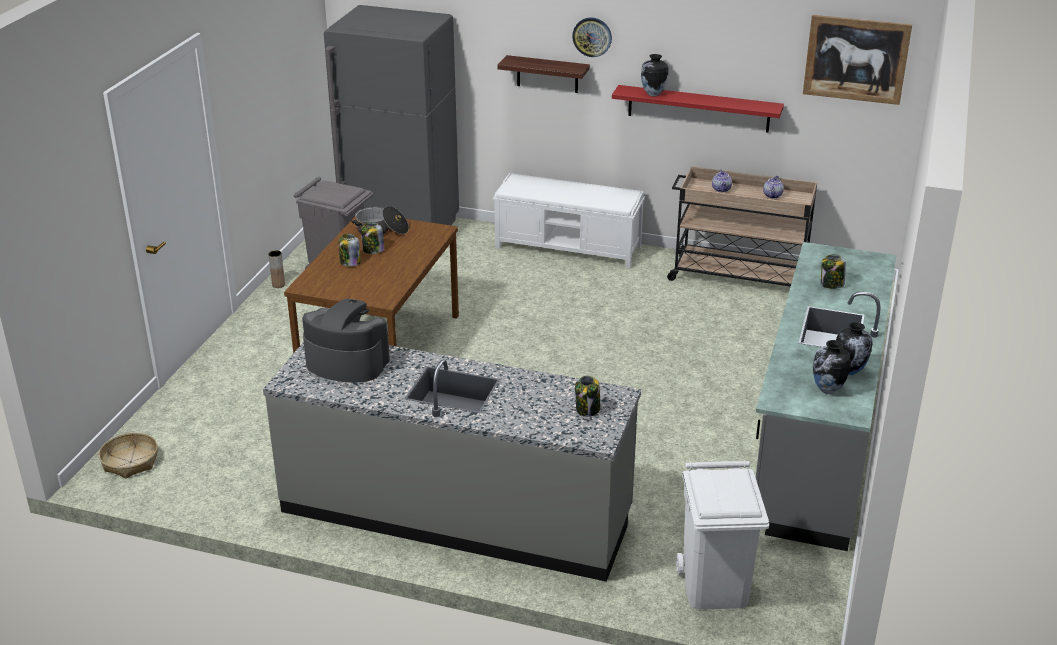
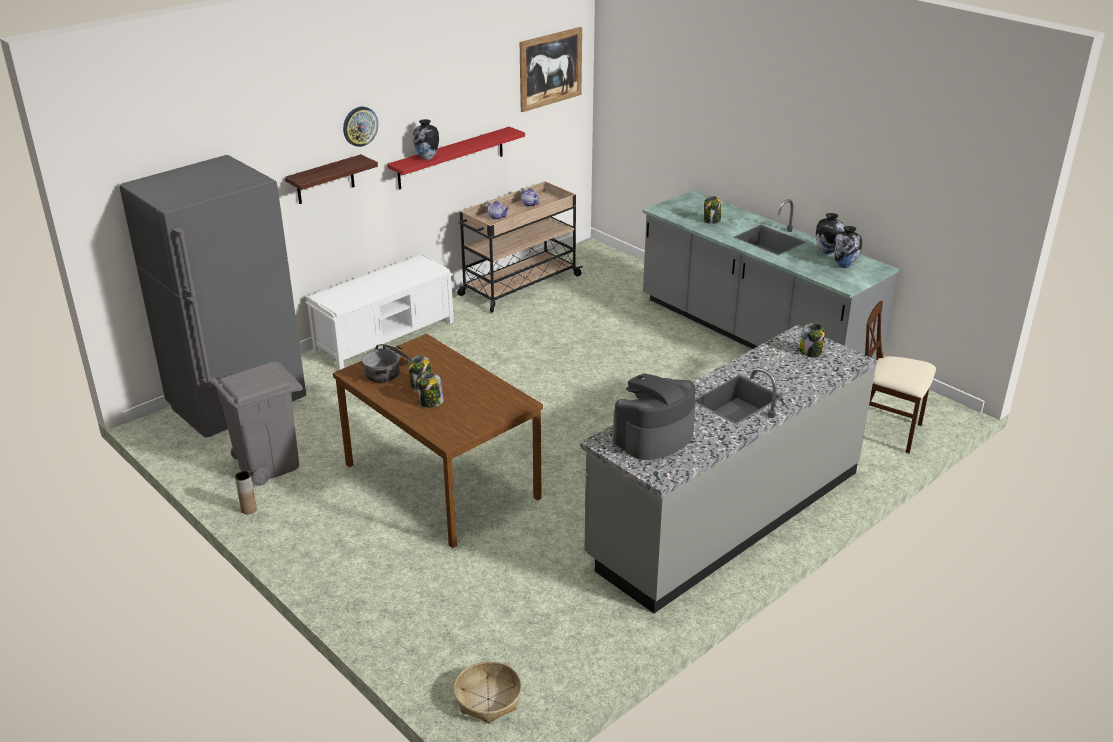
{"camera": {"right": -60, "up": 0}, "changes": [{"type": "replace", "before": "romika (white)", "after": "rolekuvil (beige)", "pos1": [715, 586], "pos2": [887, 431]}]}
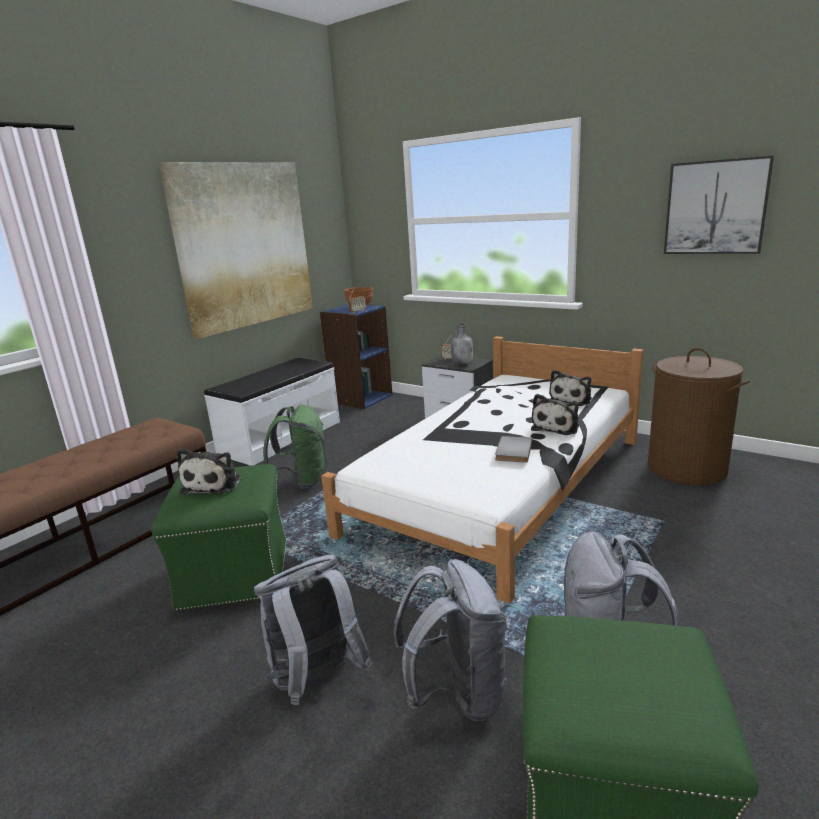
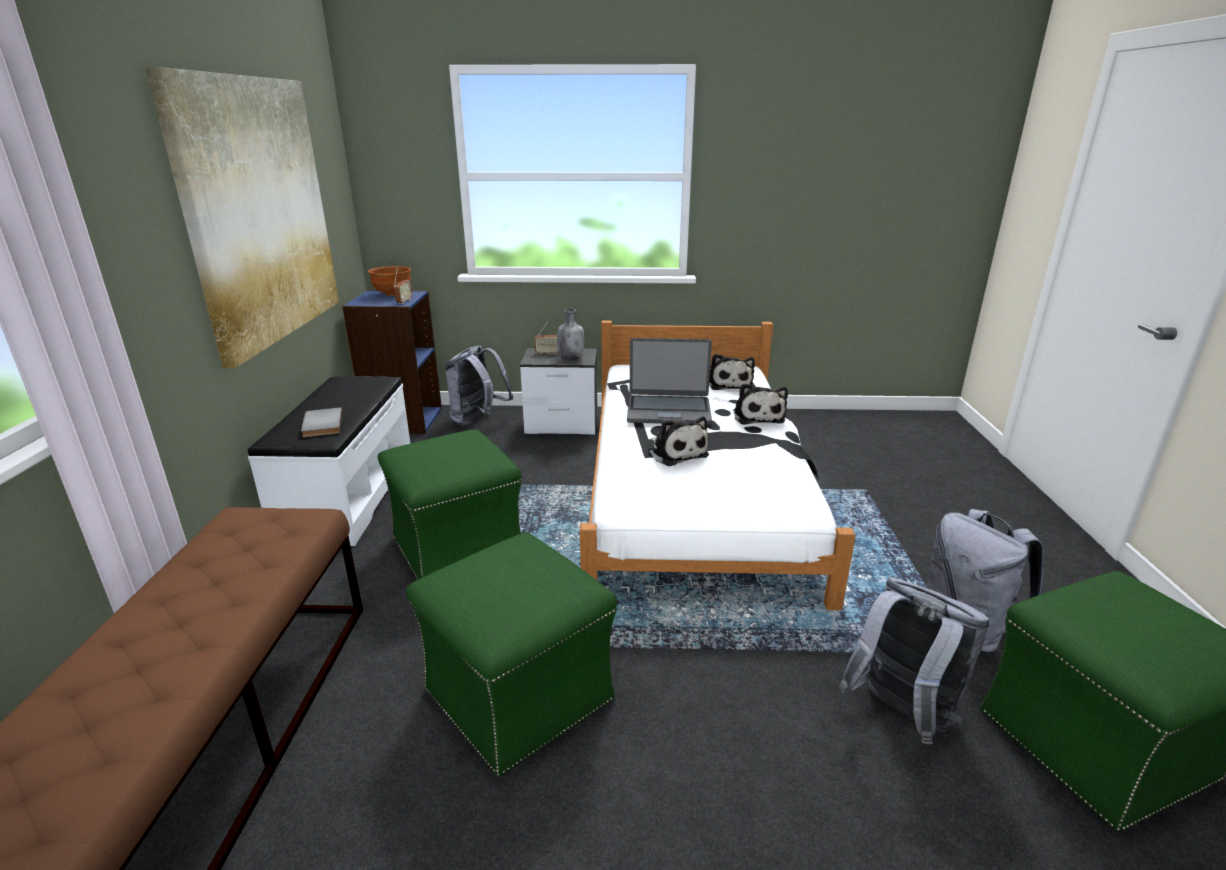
{"camera": {"right": -35, "up": 5}, "changes": [{"type": "move", "before": "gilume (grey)", "pos1": [512, 451], "pos2": [321, 425]}, {"type": "replace", "before": "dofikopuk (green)", "after": "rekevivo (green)", "pos1": [302, 480], "pos2": [456, 545]}, {"type": "move", "before": "dofikopuk (grey)", "pos1": [317, 681], "pos2": [478, 420]}, {"type": "insert", "after": "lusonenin", "pos2": [668, 411]}, {"type": "move", "before": "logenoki", "pos1": [214, 484], "pos2": [676, 452]}, {"type": "delete", "before": "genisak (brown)", "pos1": [687, 468]}, {"type": "delete", "before": "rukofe", "pos1": [715, 207]}]}
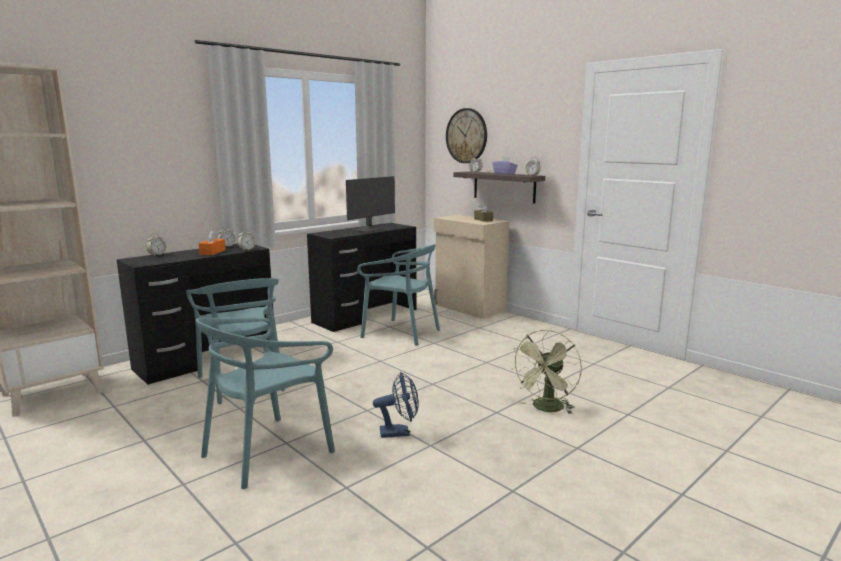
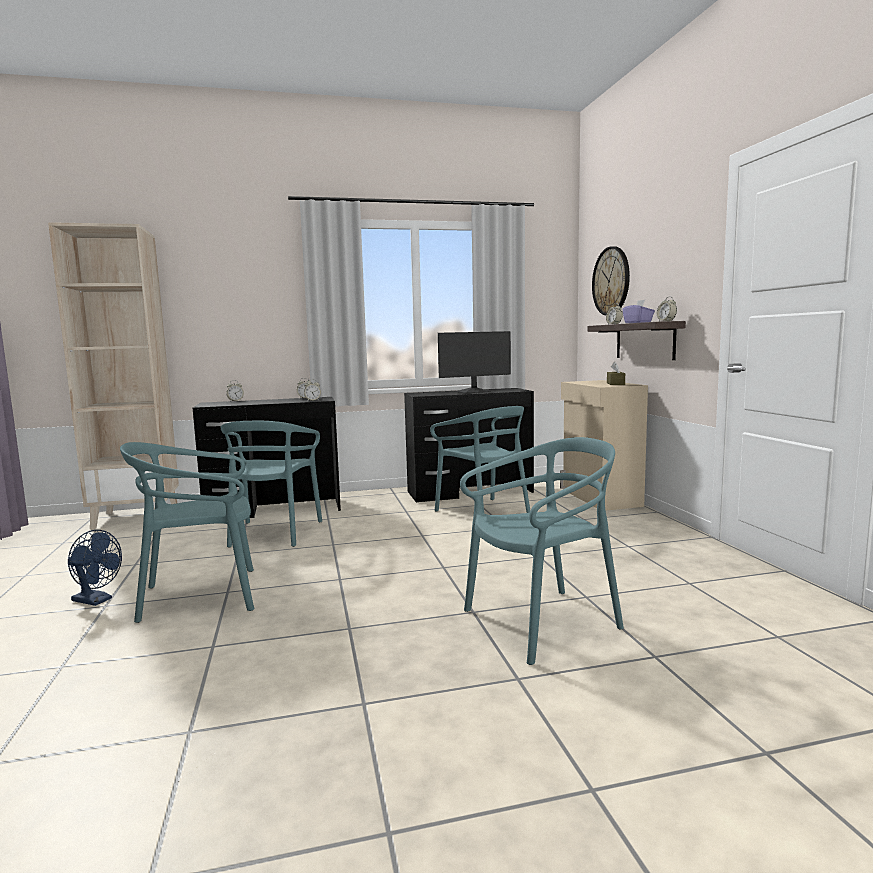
{"camera": {"right": 30, "up": -5}, "changes": [{"type": "move", "before": "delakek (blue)", "pos1": [399, 432], "pos2": [96, 600]}, {"type": "replace", "before": "delakek (green)", "after": "rolekuvil (turquoise)", "pos1": [546, 409], "pos2": [542, 622]}, {"type": "delete", "before": "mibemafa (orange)", "pos1": [212, 252]}]}
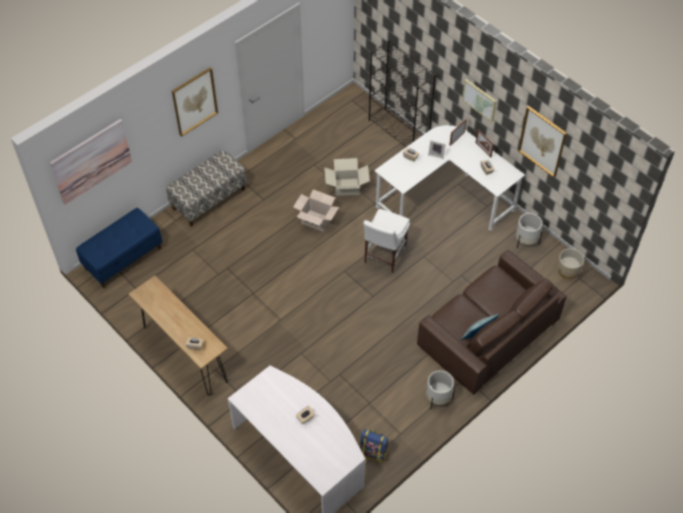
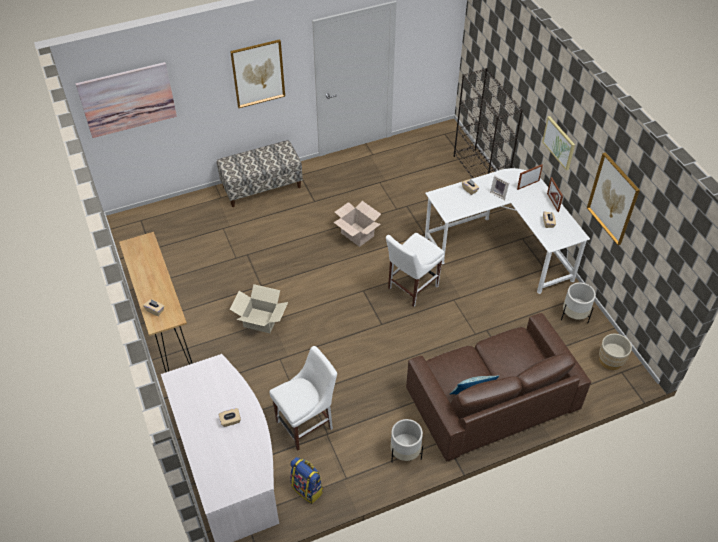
{"camera": {"right": 20, "up": -5}, "changes": [{"type": "move", "before": "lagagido", "pos1": [346, 187], "pos2": [261, 320]}, {"type": "insert", "after": "rolekuvil (white)", "pos2": [307, 424]}, {"type": "delete", "before": "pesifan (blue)", "pos1": [123, 258]}]}
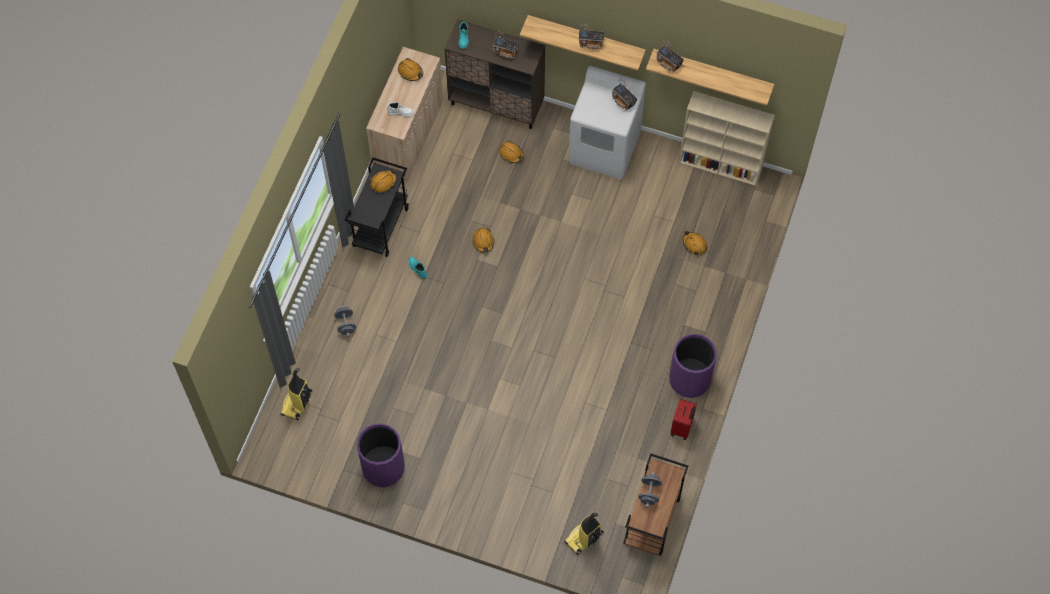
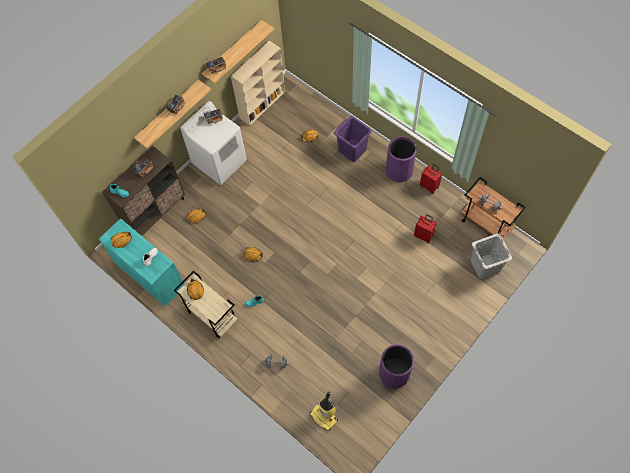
{"camera": {"right": -65, "up": 0}, "changes": [{"type": "recolor", "before": "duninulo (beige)", "after": "duninulo (turquoise)", "pos1": [408, 135], "pos2": [150, 275]}, {"type": "recolor", "before": "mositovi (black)", "after": "mositovi (beige)", "pos1": [380, 226], "pos2": [211, 315]}, {"type": "insert", "after": "genisak (purple)", "pos2": [352, 151]}, {"type": "insert", "after": "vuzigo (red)", "pos2": [424, 235]}, {"type": "replace", "before": "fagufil", "after": "genisak (grey)", "pos1": [584, 538], "pos2": [485, 266]}]}
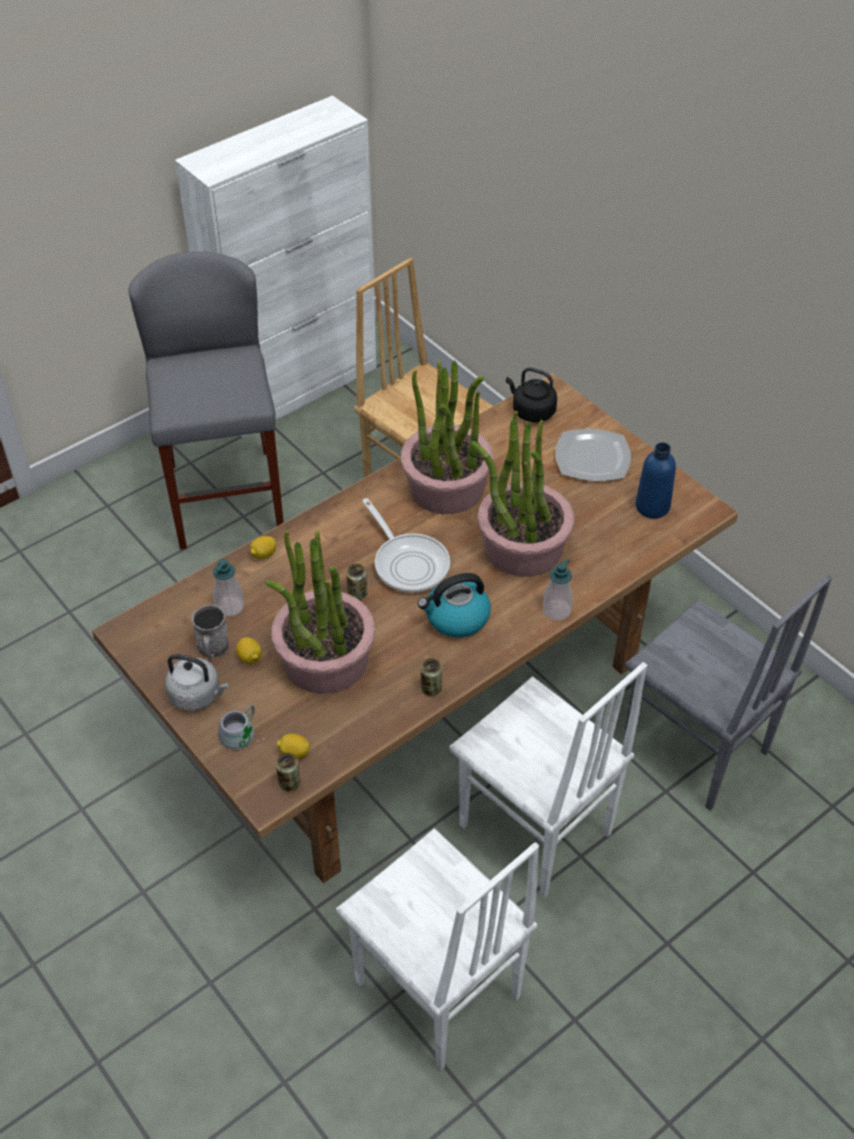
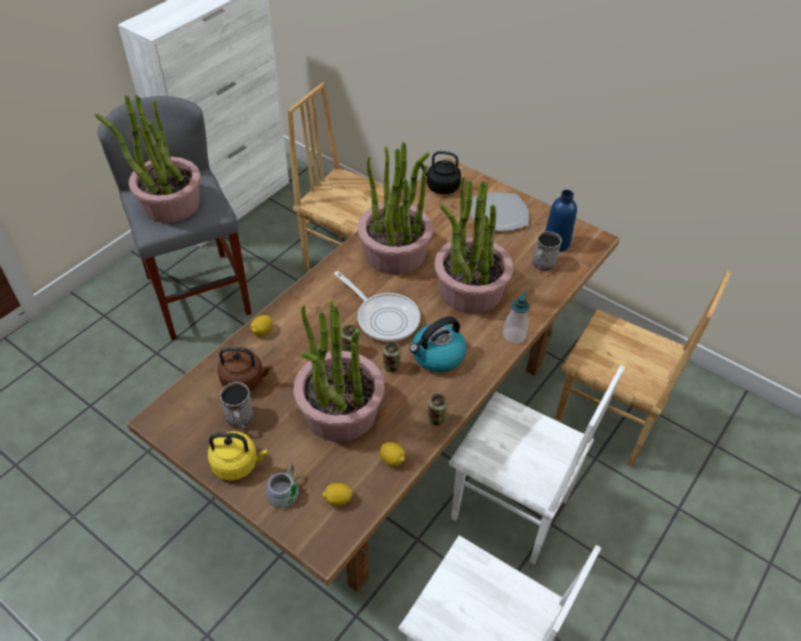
{"camera": {"right": -15, "up": 0}, "changes": [{"type": "insert", "after": "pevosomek", "pos2": [170, 204]}, {"type": "recolor", "before": "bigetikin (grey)", "after": "bigetikin (yellow)", "pos1": [197, 695], "pos2": [237, 464]}, {"type": "replace", "before": "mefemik", "after": "bigetikin (brown)", "pos1": [229, 606], "pos2": [245, 380]}, {"type": "move", "before": "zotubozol", "pos1": [249, 658], "pos2": [392, 459]}, {"type": "move", "before": "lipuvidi", "pos1": [289, 783], "pos2": [391, 366]}, {"type": "insert", "after": "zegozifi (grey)", "pos2": [542, 265]}, {"type": "recolor", "before": "rolekuvil (grey)", "after": "rolekuvil (brown)", "pos1": [694, 750], "pos2": [605, 423]}]}
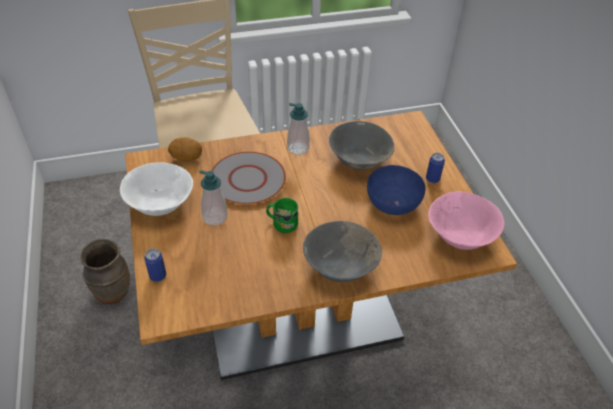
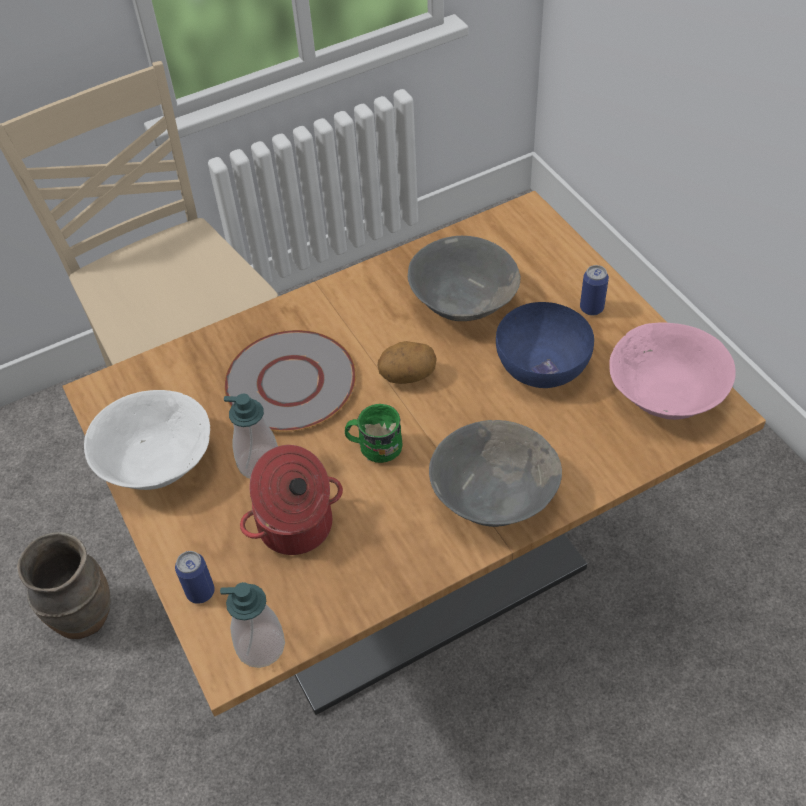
{"camera": {"right": -10, "up": 5}, "changes": [{"type": "move", "before": "mefemik", "pos1": [298, 148], "pos2": [261, 646]}, {"type": "insert", "after": "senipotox", "pos2": [296, 527]}, {"type": "move", "before": "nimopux", "pos1": [186, 158], "pos2": [408, 376]}]}
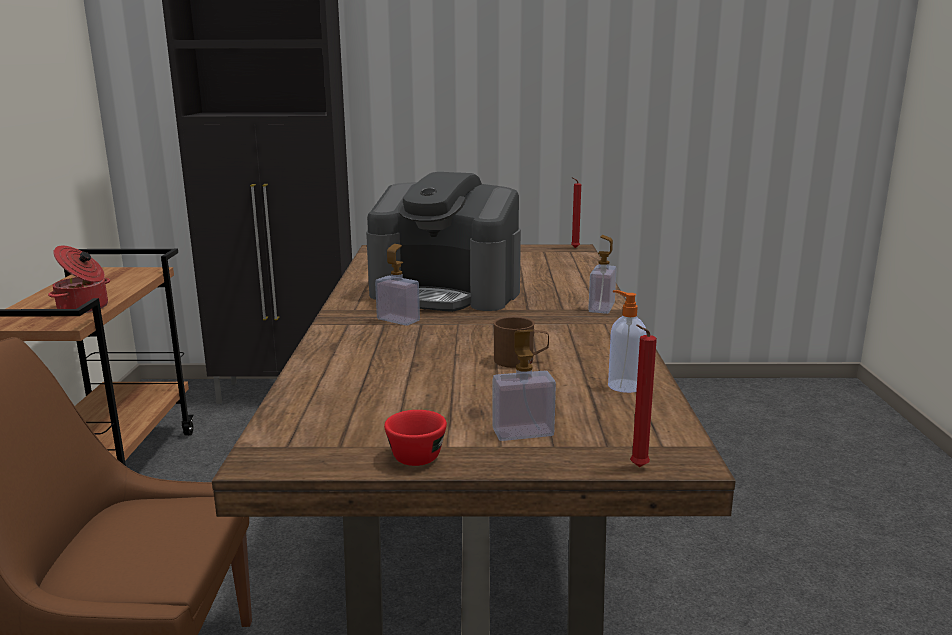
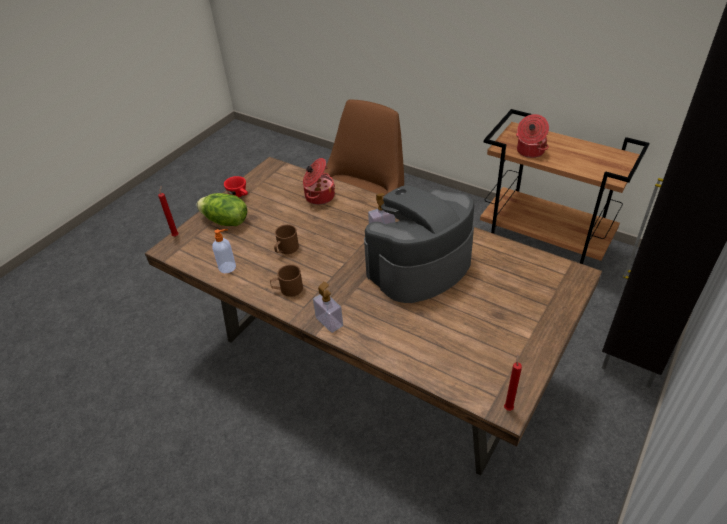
{"camera": {"right": 125, "up": 25}, "changes": [{"type": "replace", "before": "mefemik", "after": "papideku", "pos1": [523, 432], "pos2": [225, 221]}, {"type": "insert", "after": "zegozifi (brown)", "pos2": [288, 289]}, {"type": "insert", "after": "senipotox", "pos2": [319, 196]}]}
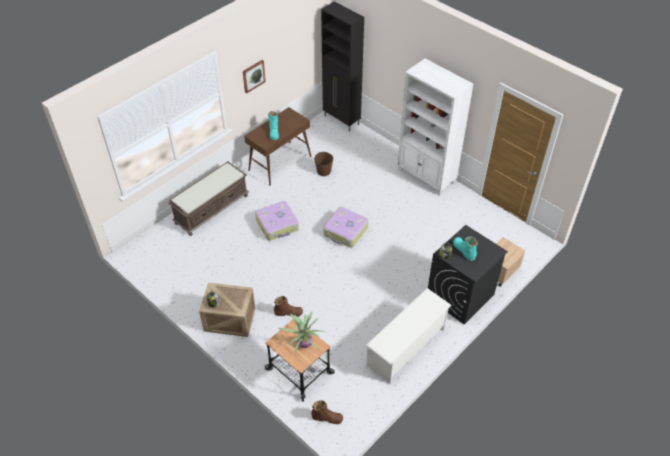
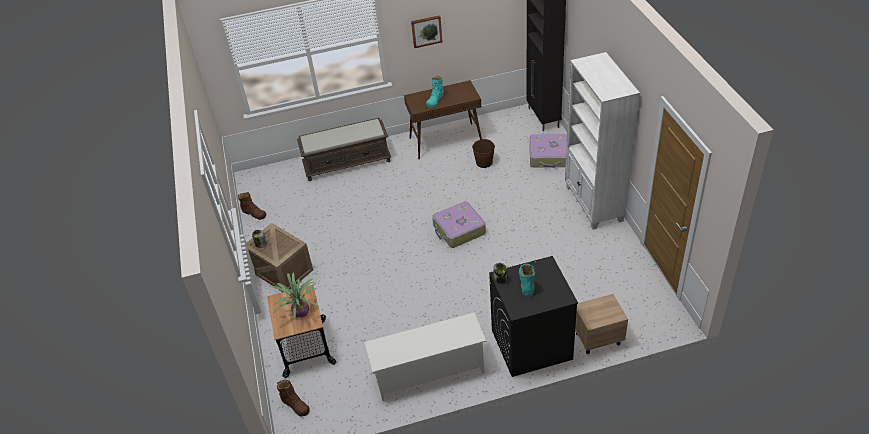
{"camera": {"right": 35, "up": -5}, "changes": [{"type": "move", "before": "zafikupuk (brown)", "pos1": [288, 312], "pos2": [254, 213]}, {"type": "move", "before": "vuzigo", "pos1": [277, 225], "pos2": [549, 156]}]}
